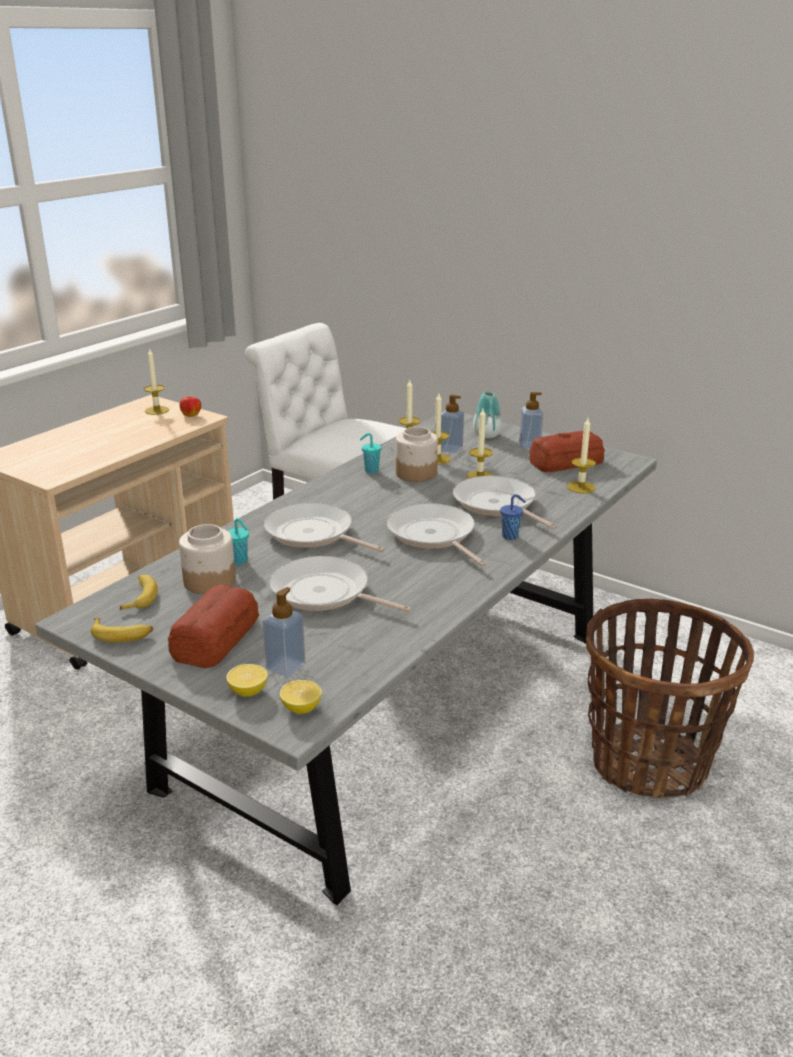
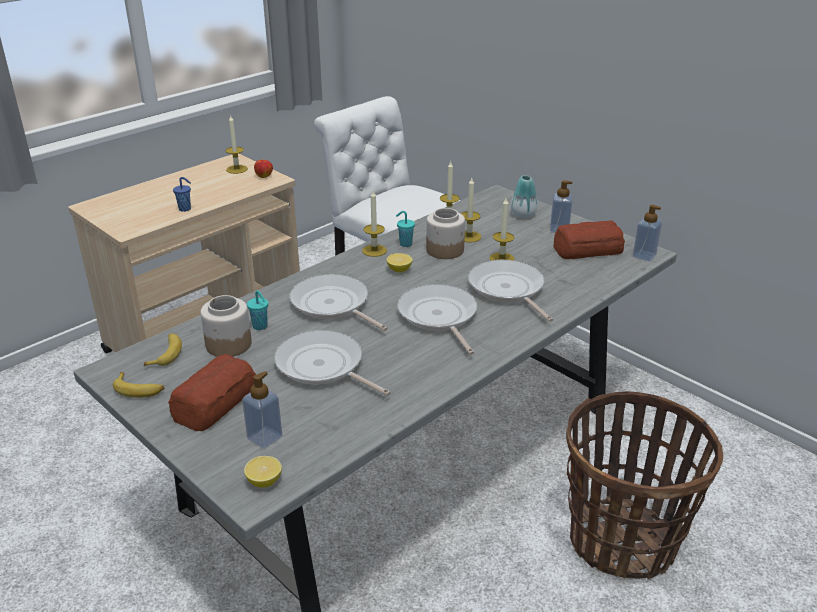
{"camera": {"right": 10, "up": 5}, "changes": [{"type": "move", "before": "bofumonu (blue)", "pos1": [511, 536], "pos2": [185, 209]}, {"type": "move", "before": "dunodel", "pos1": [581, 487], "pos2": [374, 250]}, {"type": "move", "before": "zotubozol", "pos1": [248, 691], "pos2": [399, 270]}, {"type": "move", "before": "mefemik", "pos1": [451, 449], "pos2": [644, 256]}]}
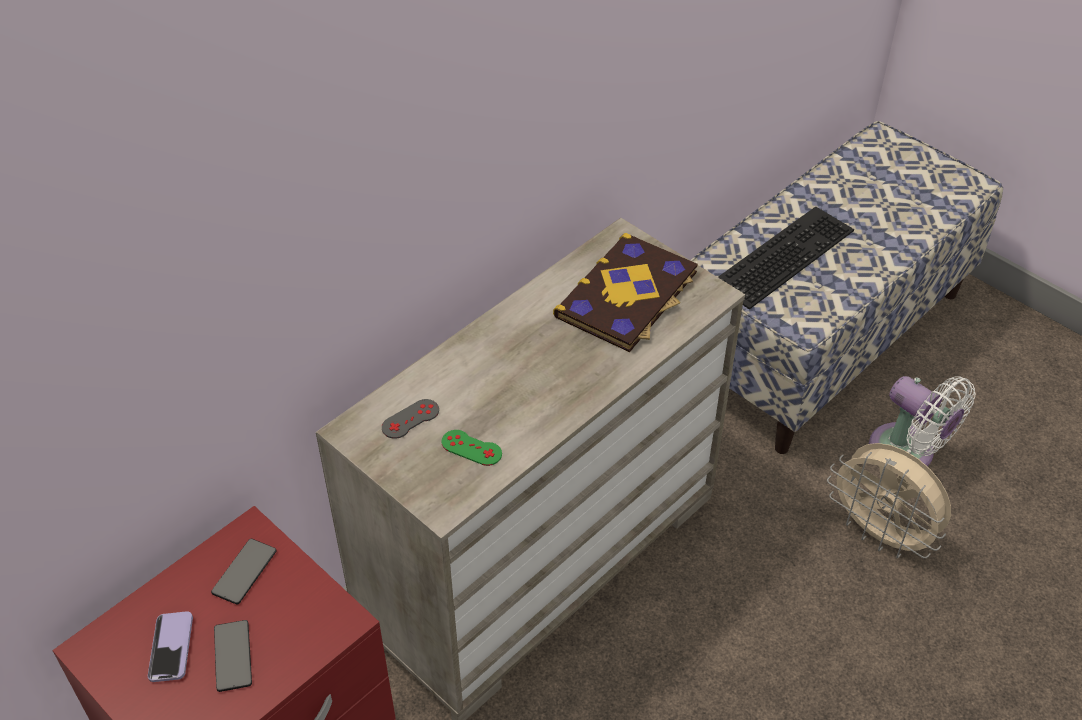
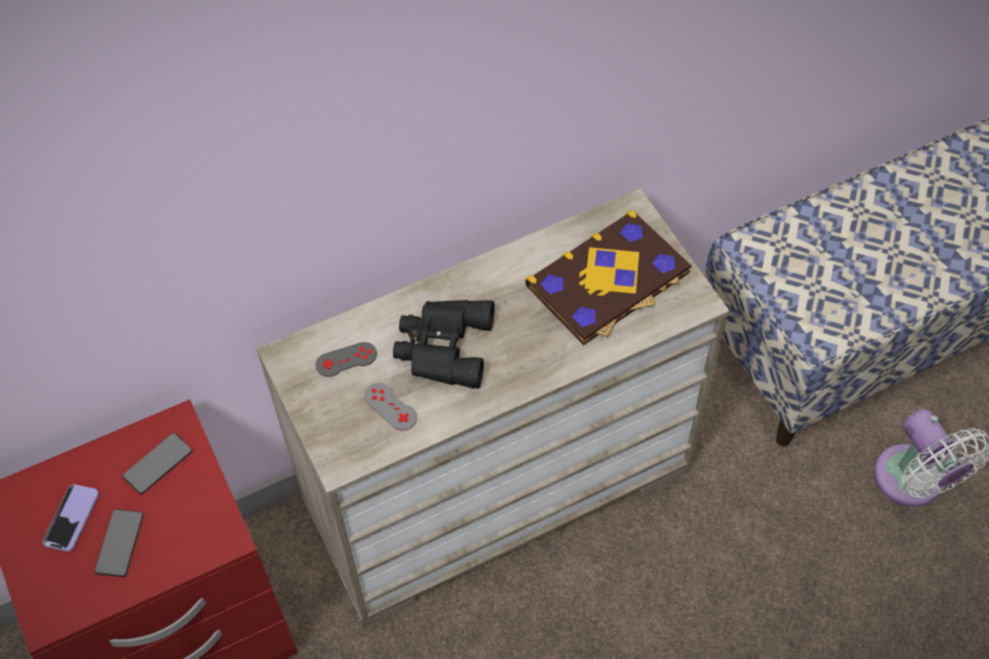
{"camera": {"right": 20, "up": 10}, "changes": [{"type": "recolor", "before": "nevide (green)", "after": "nevide (grey)", "pos1": [471, 448], "pos2": [390, 407]}, {"type": "insert", "after": "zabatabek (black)", "pos2": [442, 347]}, {"type": "delete", "before": "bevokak", "pos1": [782, 254]}, {"type": "delete", "before": "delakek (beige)", "pos1": [881, 534]}]}
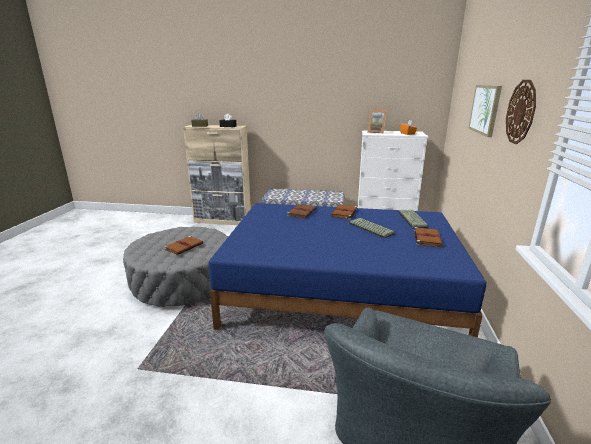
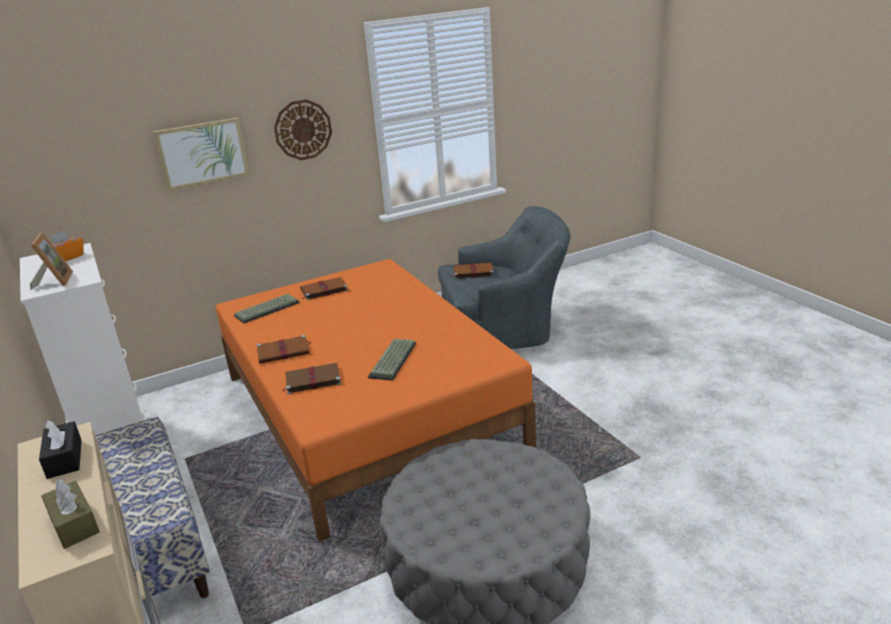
{"camera": {"right": -125, "up": 5}, "changes": [{"type": "recolor", "before": "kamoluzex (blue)", "after": "kamoluzex (orange)", "pos1": [340, 294], "pos2": [368, 412]}, {"type": "move", "before": "bevokak", "pos1": [370, 228], "pos2": [393, 360]}, {"type": "move", "before": "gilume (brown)", "pos1": [184, 246], "pos2": [472, 272]}]}
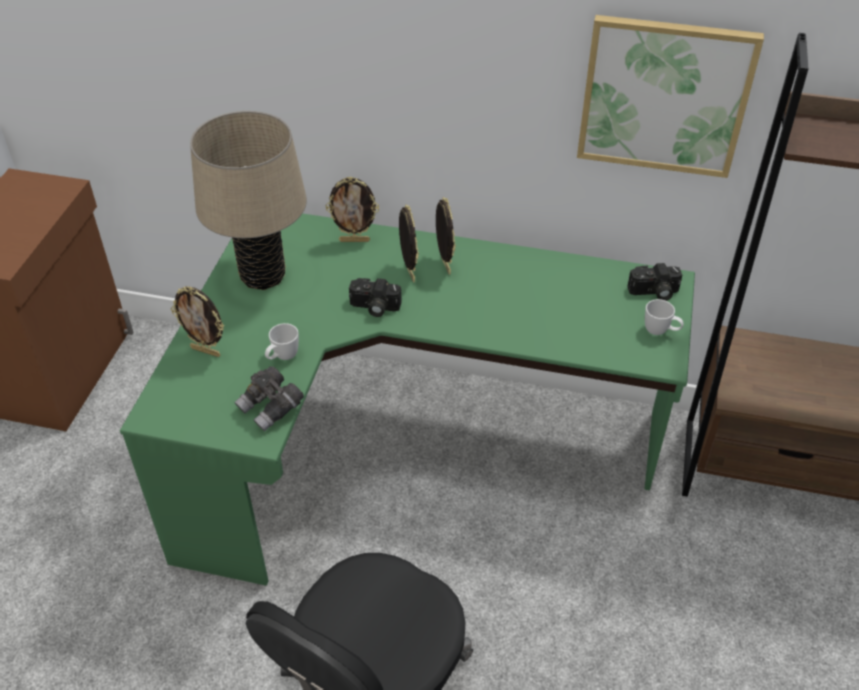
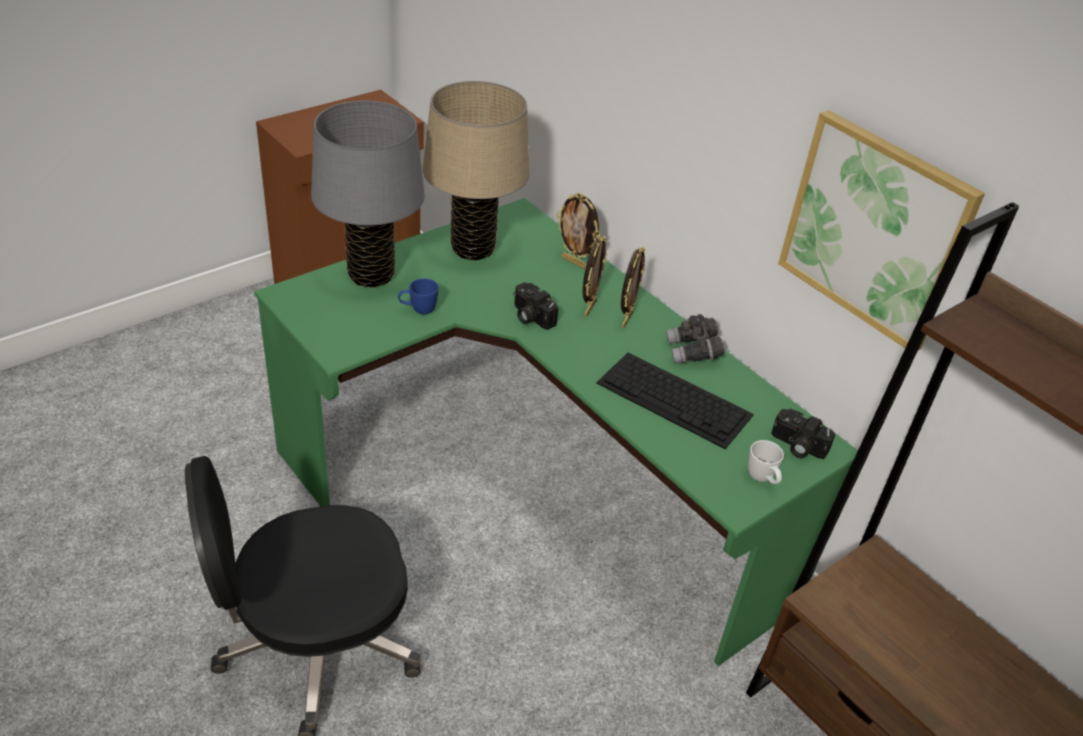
{"camera": {"right": 35, "up": -5}, "changes": [{"type": "replace", "before": "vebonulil", "after": "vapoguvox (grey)", "pos1": [206, 351], "pos2": [371, 275]}, {"type": "recolor", "before": "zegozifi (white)", "after": "zegozifi (blue)", "pos1": [282, 357], "pos2": [418, 310]}, {"type": "insert", "after": "bevokak", "pos2": [675, 399]}, {"type": "move", "before": "zabatabek (grey)", "pos1": [271, 408], "pos2": [693, 352]}]}
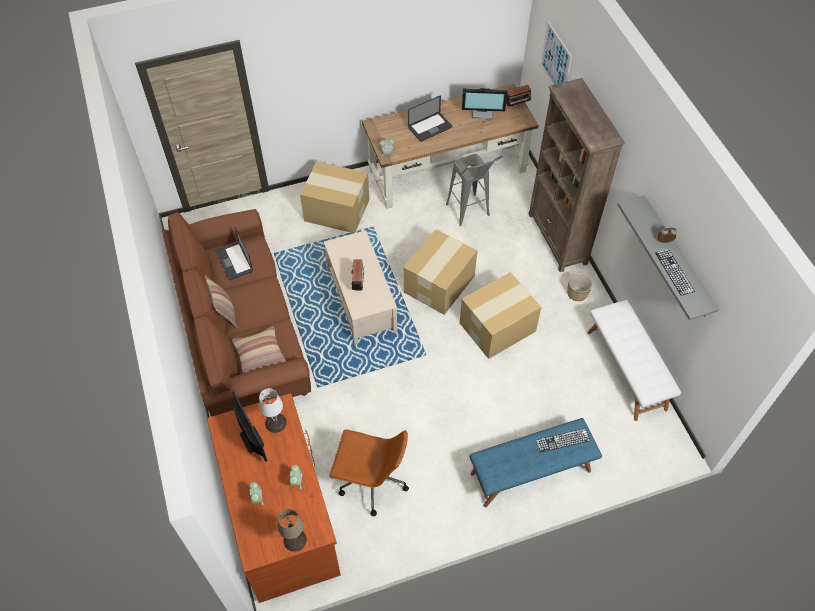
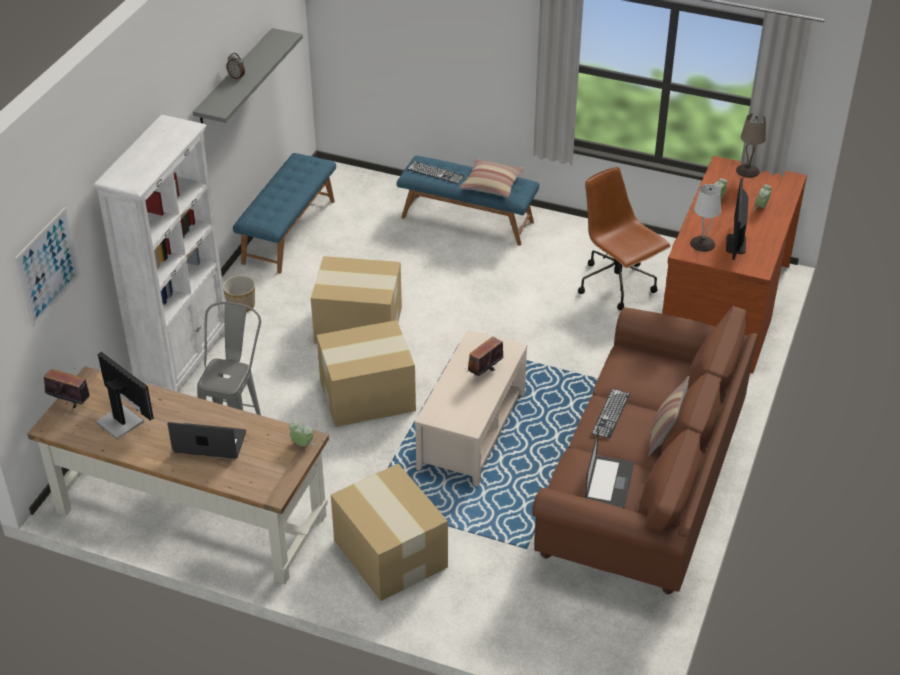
{"camera": {"right": -140, "up": -15}, "changes": [{"type": "recolor", "before": "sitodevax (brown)", "after": "sitodevax (white)", "pos1": [557, 239], "pos2": [184, 360]}, {"type": "recolor", "before": "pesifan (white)", "after": "pesifan (blue)", "pos1": [627, 370], "pos2": [288, 231]}, {"type": "move", "before": "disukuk", "pos1": [259, 354], "pos2": [491, 184]}, {"type": "move", "before": "bevokak", "pos1": [674, 272], "pos2": [610, 413]}]}
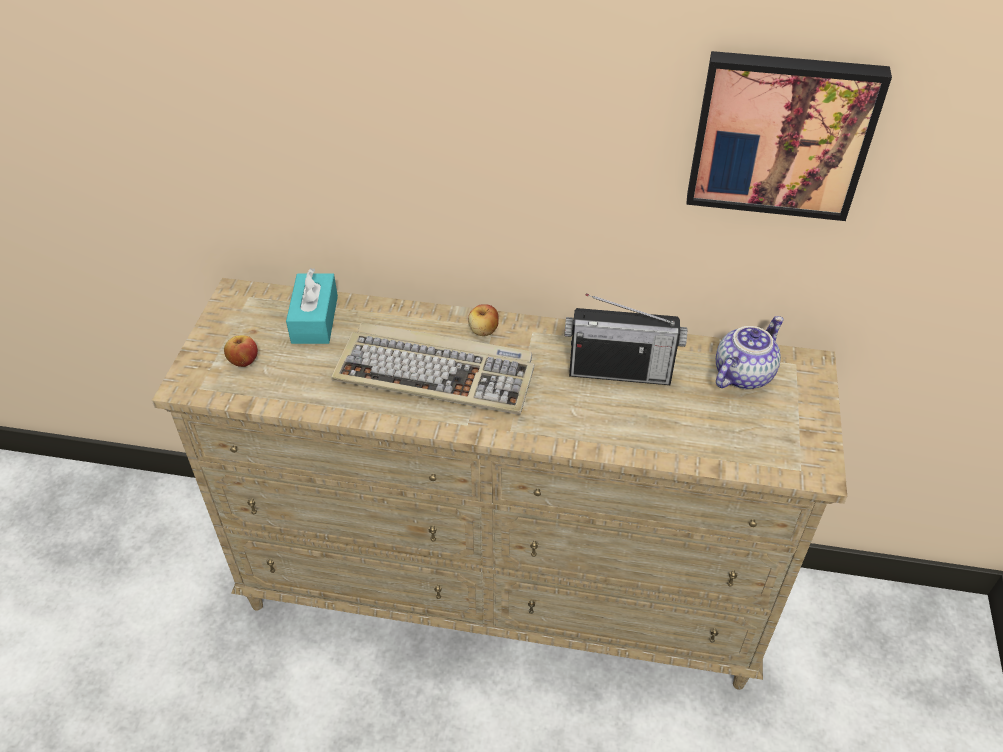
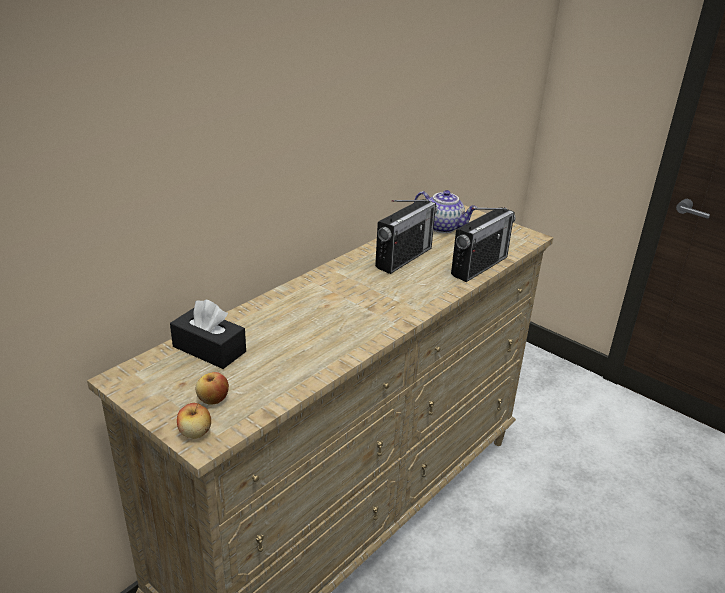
{"camera": {"right": -60, "up": -15}, "changes": [{"type": "recolor", "before": "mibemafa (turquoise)", "after": "mibemafa (black)", "pos1": [315, 319], "pos2": [209, 349]}, {"type": "move", "before": "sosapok", "pos1": [483, 331], "pos2": [195, 433]}, {"type": "rotate", "before": "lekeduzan", "pos1": [742, 373], "pos2": [443, 227], "turn": 135}, {"type": "insert", "after": "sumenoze", "pos2": [479, 266]}, {"type": "delete", "before": "bevokak", "pos1": [437, 373]}, {"type": "delete", "before": "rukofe", "pos1": [781, 134]}]}
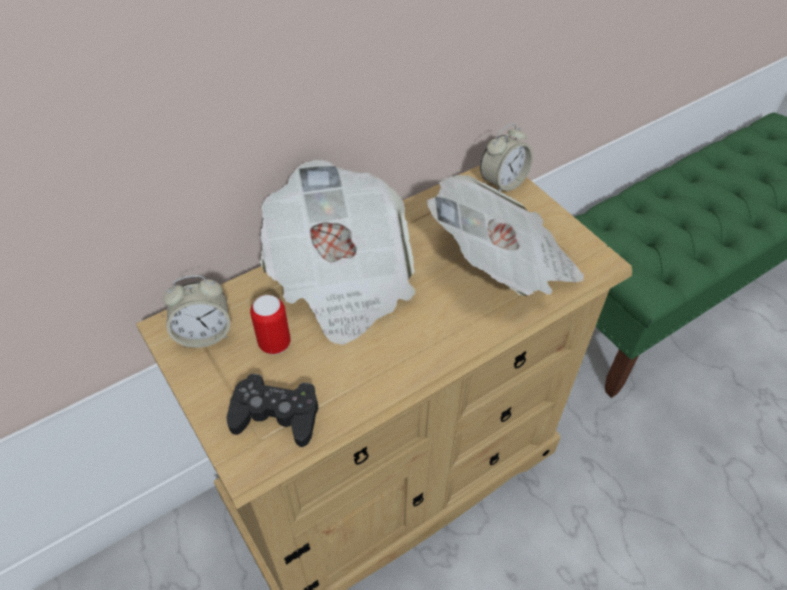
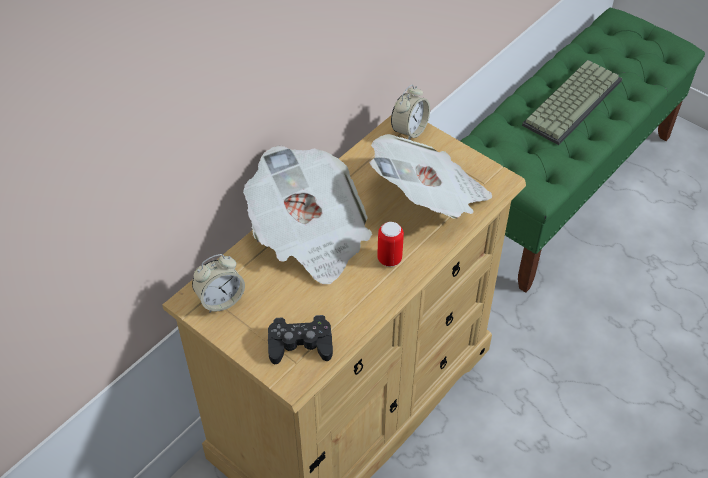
{"camera": {"right": -15, "up": 0}, "changes": [{"type": "move", "before": "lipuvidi", "pos1": [274, 343], "pos2": [389, 259]}, {"type": "insert", "after": "bevokak", "pos2": [571, 101]}]}
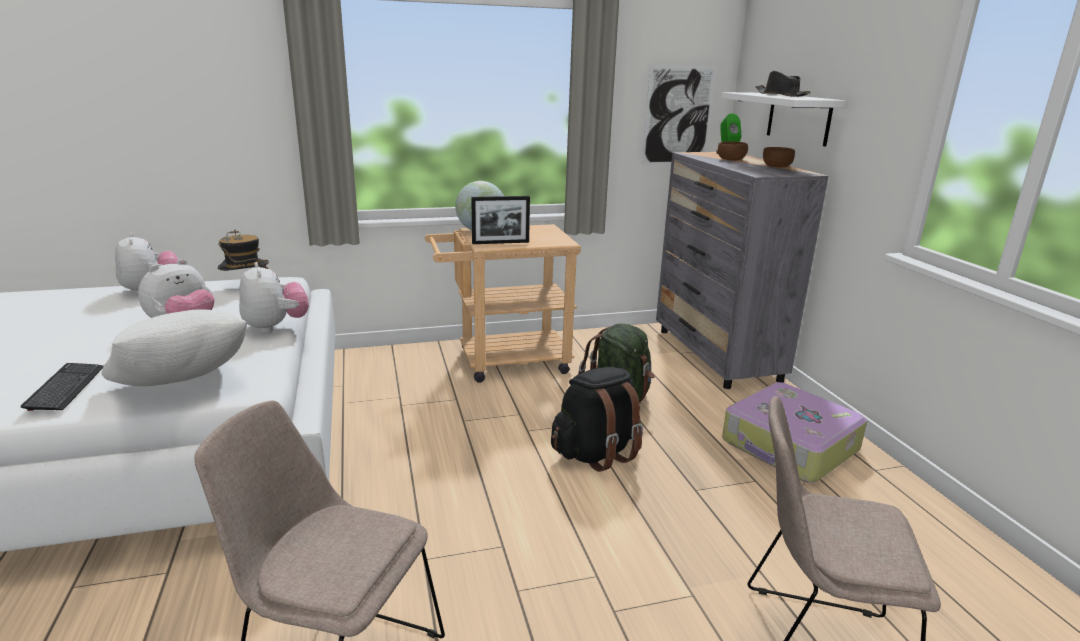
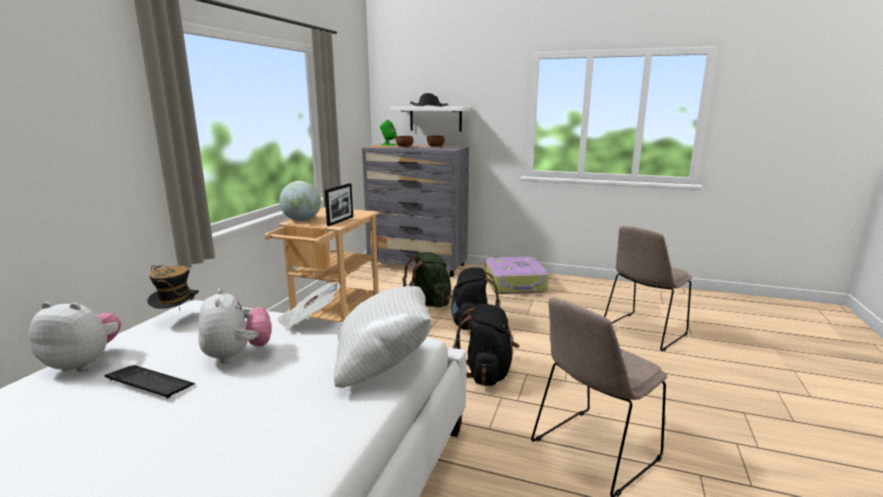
{"camera": {"right": -55, "up": -5}, "changes": [{"type": "move", "before": "bevokak", "pos1": [65, 388], "pos2": [149, 382]}, {"type": "replace", "before": "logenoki", "after": "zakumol", "pos1": [276, 327], "pos2": [309, 320]}, {"type": "insert", "after": "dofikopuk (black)", "pos2": [486, 373]}, {"type": "delete", "before": "rukofe", "pos1": [678, 116]}]}
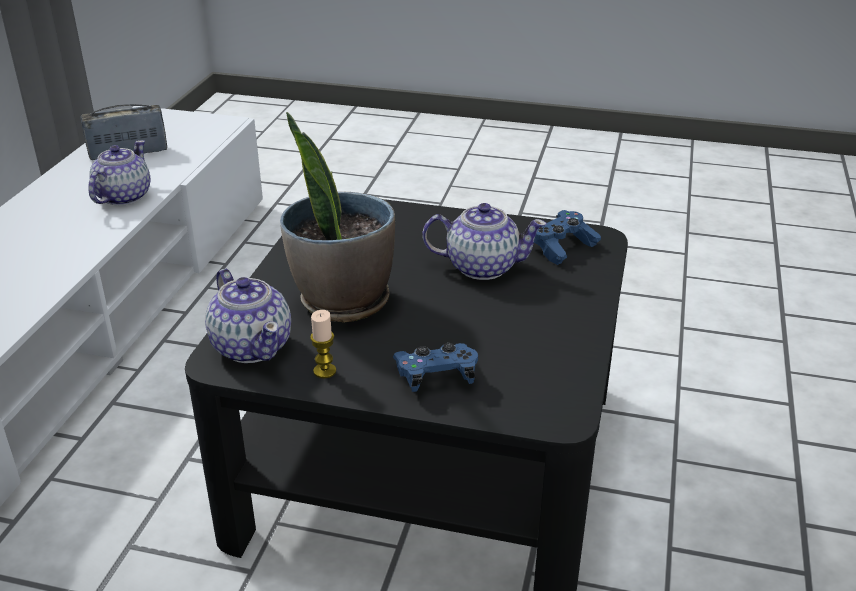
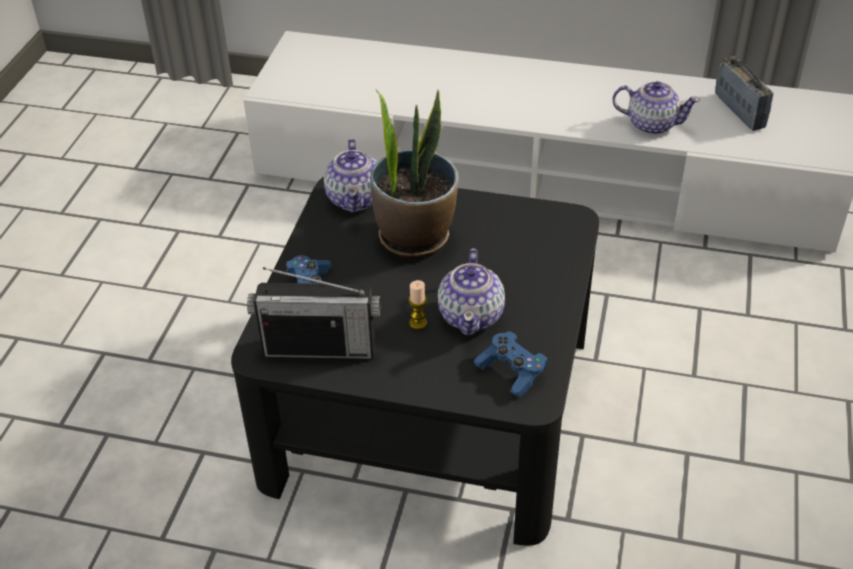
{"camera": {"right": 90, "up": 10}, "changes": [{"type": "insert", "after": "sumenoze", "pos2": [319, 348]}, {"type": "rotate", "before": "lekeduzan", "pos1": [252, 346], "pos2": [356, 198], "turn": -60}, {"type": "move", "before": "dunodel", "pos1": [324, 371], "pos2": [418, 323]}]}
